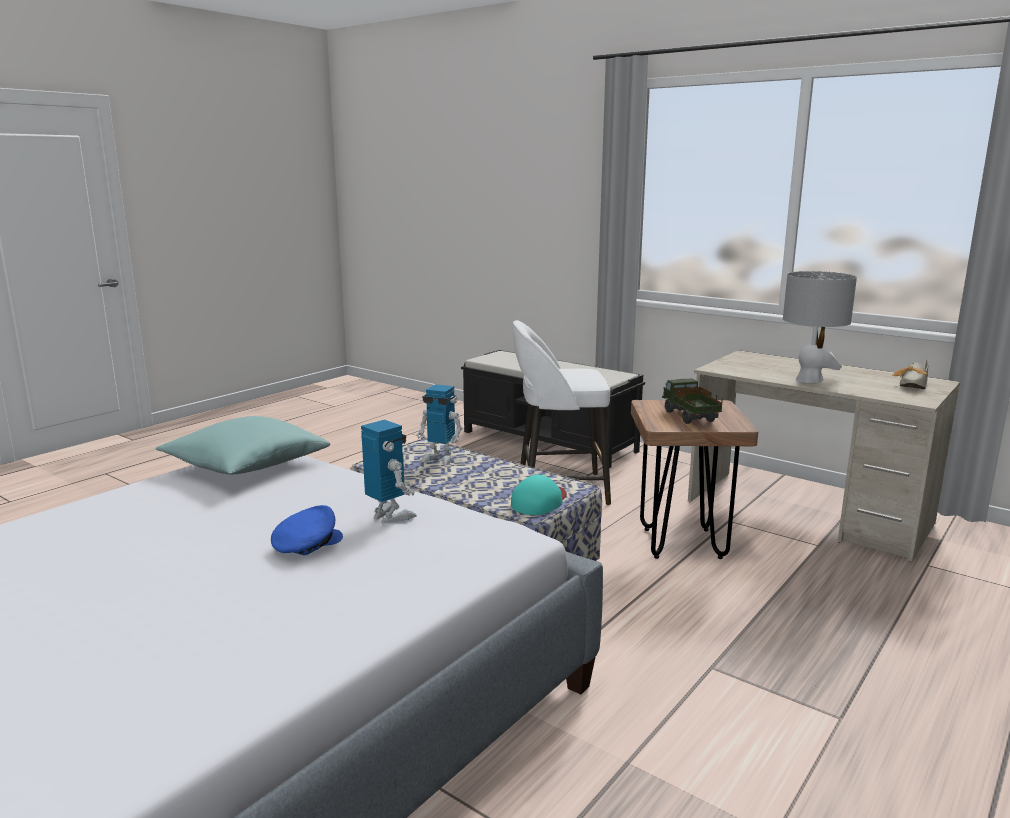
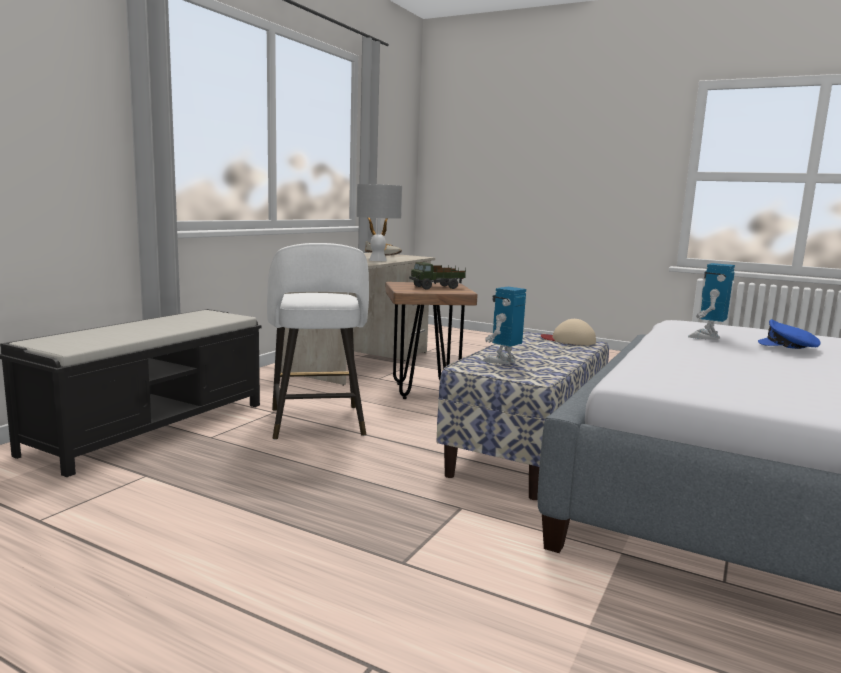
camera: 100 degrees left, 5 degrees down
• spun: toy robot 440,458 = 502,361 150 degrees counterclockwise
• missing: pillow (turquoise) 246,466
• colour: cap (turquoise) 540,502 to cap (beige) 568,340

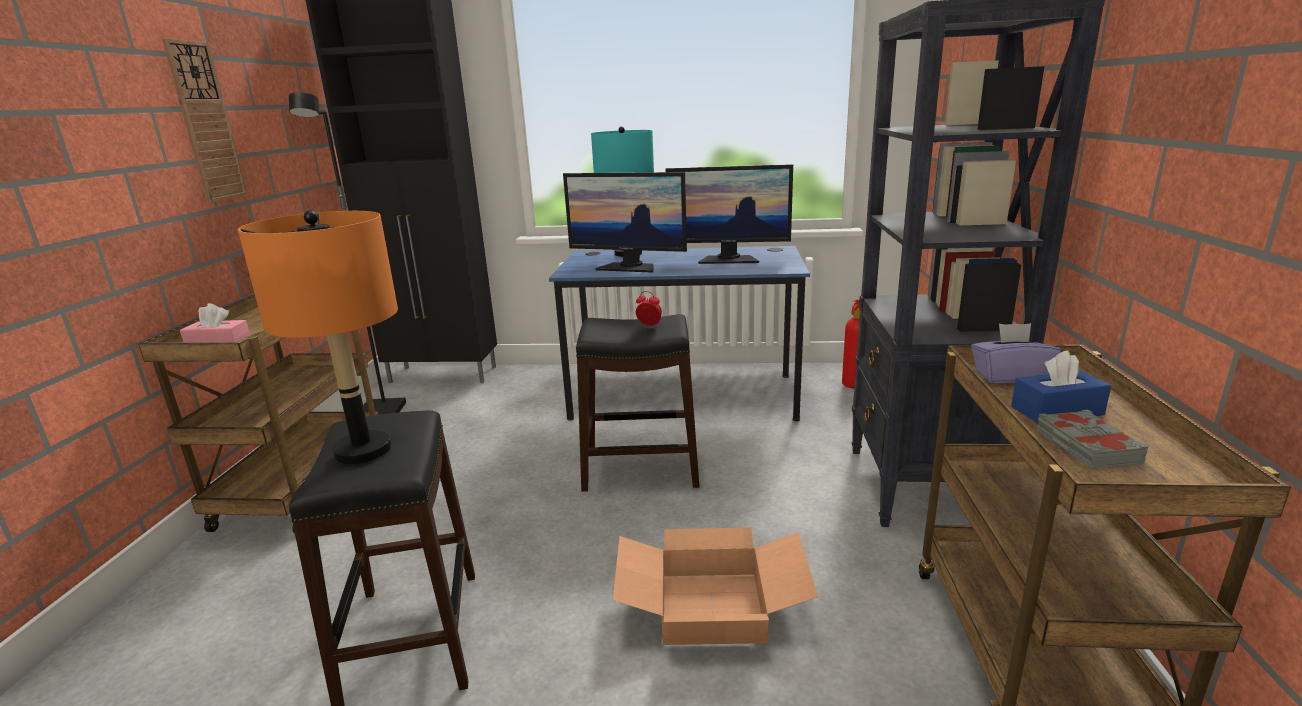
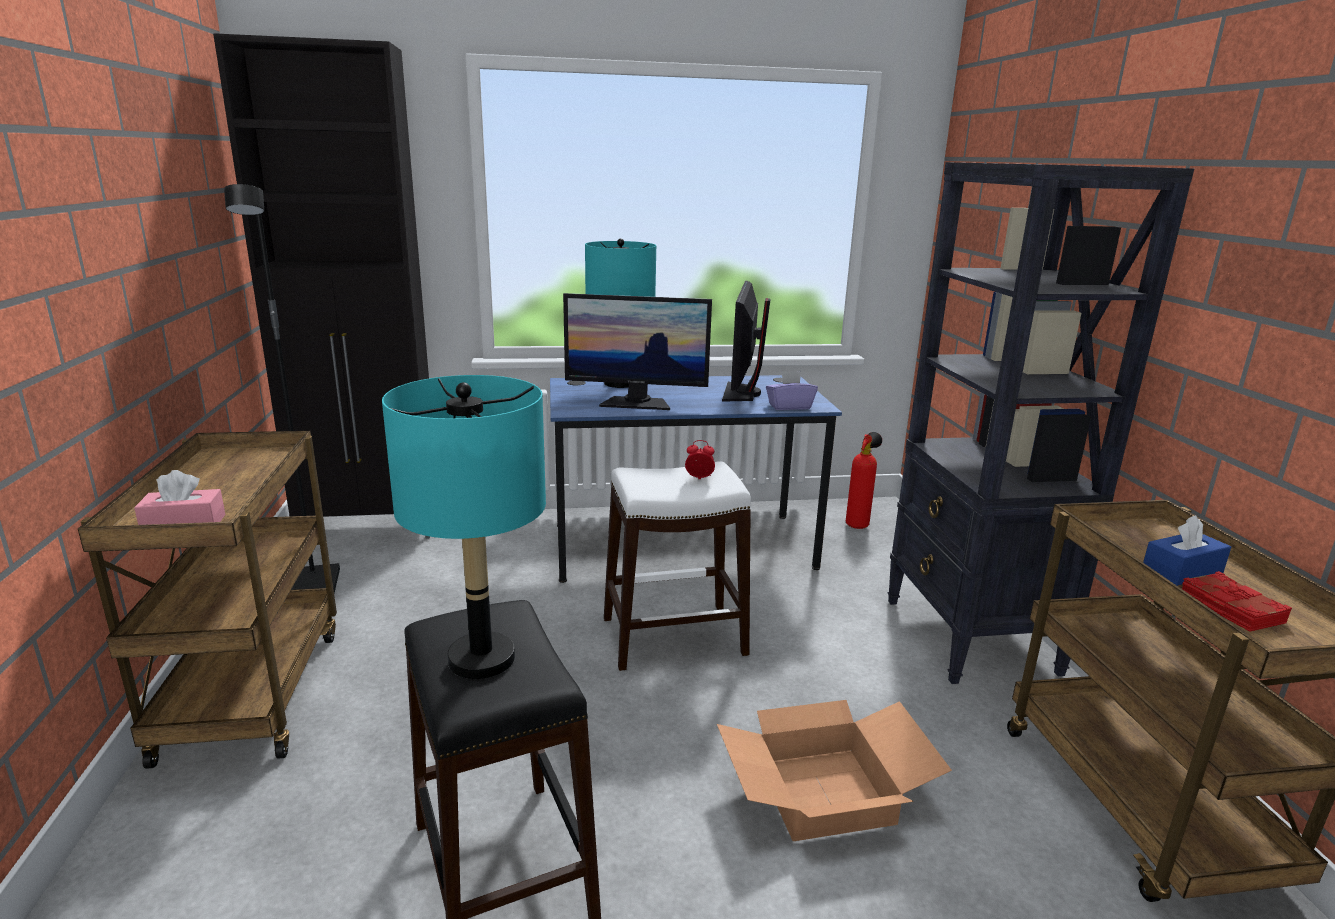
camera: 15 degrees left, 0 degrees up
• missing: wall clock 205,122
• spun: monitor 728,259 = 741,393 105 degrees clockwise
• colour: table lamp (orange) 363,450 to table lamp (turquoise) 482,659
• colour: stool (black) 641,468 to stool (white) 674,636
• relocated: tissue box (purple) 1009,376 to 789,406
• colour: book (grey) 1085,446 to book (red) 1230,608

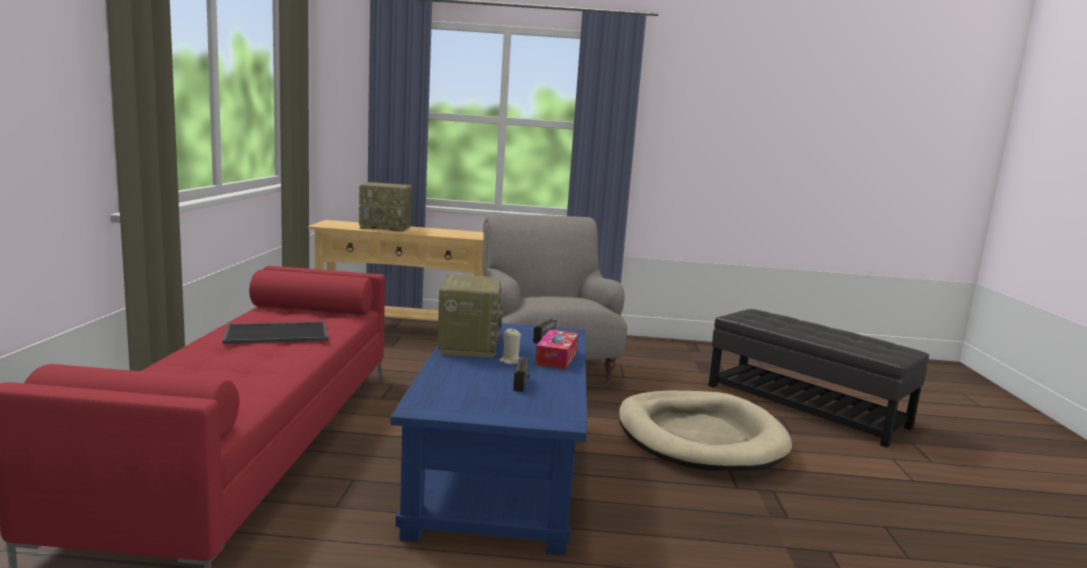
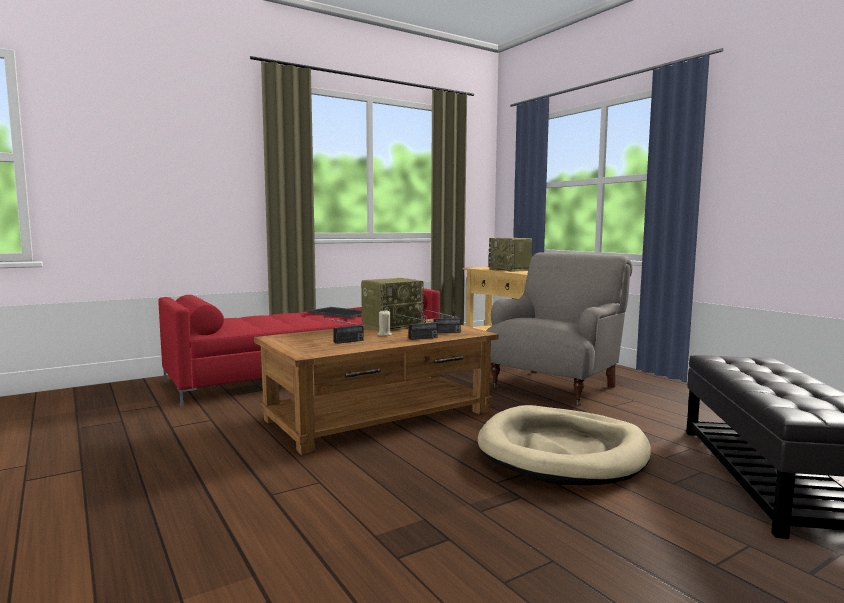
camera: 55 degrees right, 5 degrees down
• colour: coffee table (blue) 500,468 to coffee table (brown) 379,415
• exchanged: tissue box 556,358 to radio 416,338

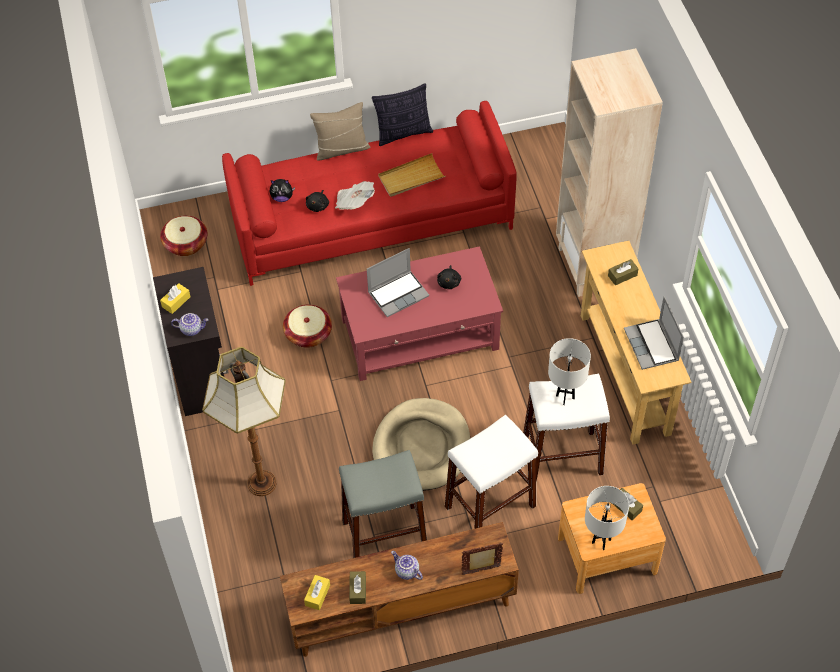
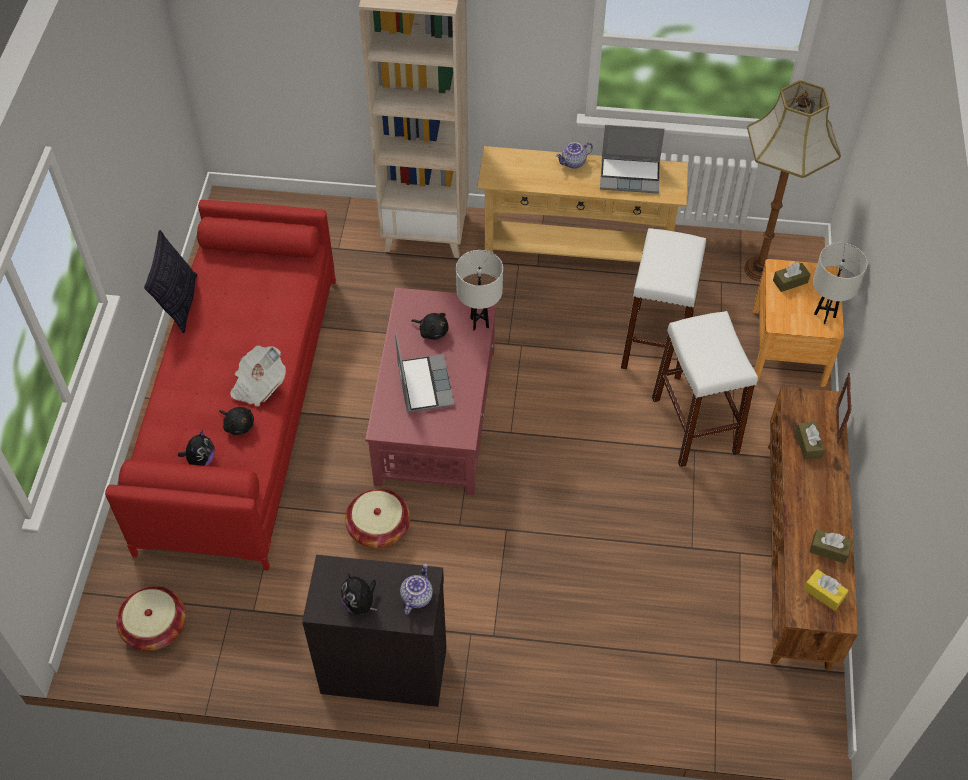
camera: 70 degrees left, 0 degrees up
• missing: pillow (beige) 341,149
• missing: tray (beige) 411,177
• relocated: tissue box (brown) 622,275 to 808,444
• exchanged: tissue box (yellow) 176,302 to plush toy 360,603
• relocated: table lamp (white) 565,397 to 479,323
• relocated: floor lamp 261,484 to 760,270
• missing: dog bed (beige) 422,447
• missing: stool (grey) 384,535
• relocated: teapot 406,571 to 573,163

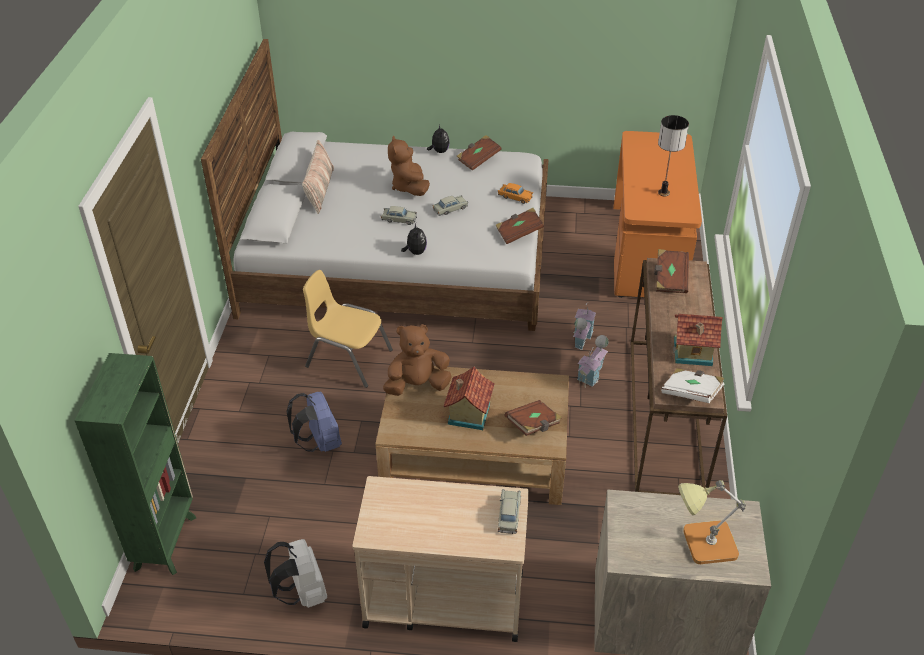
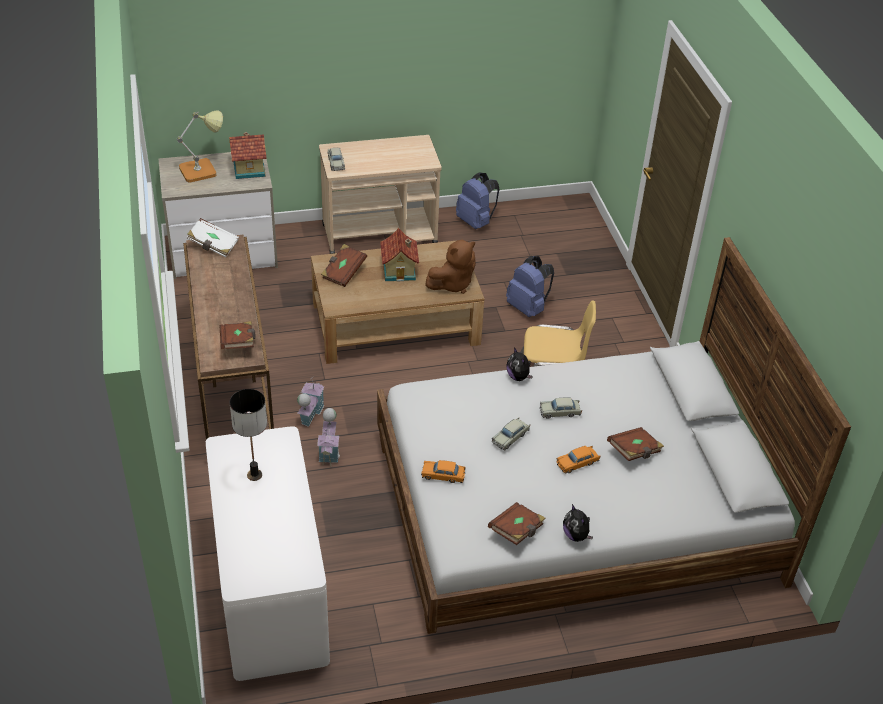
camera: 160 degrees right, 0 degrees up
• colour: desk (orange) 648,253 to desk (white) 269,589
• exchanged: plush toy (brown) 409,187 to toy car (orange) 577,463
• missing: pillow 319,190
• relocated: book (brown) 519,233 to 634,451
• relocated: toy house 693,353 to 249,169
• missing: bookcase (green) 166,541
• colour: backpack (white) 302,593 to backpack (blue) 476,222

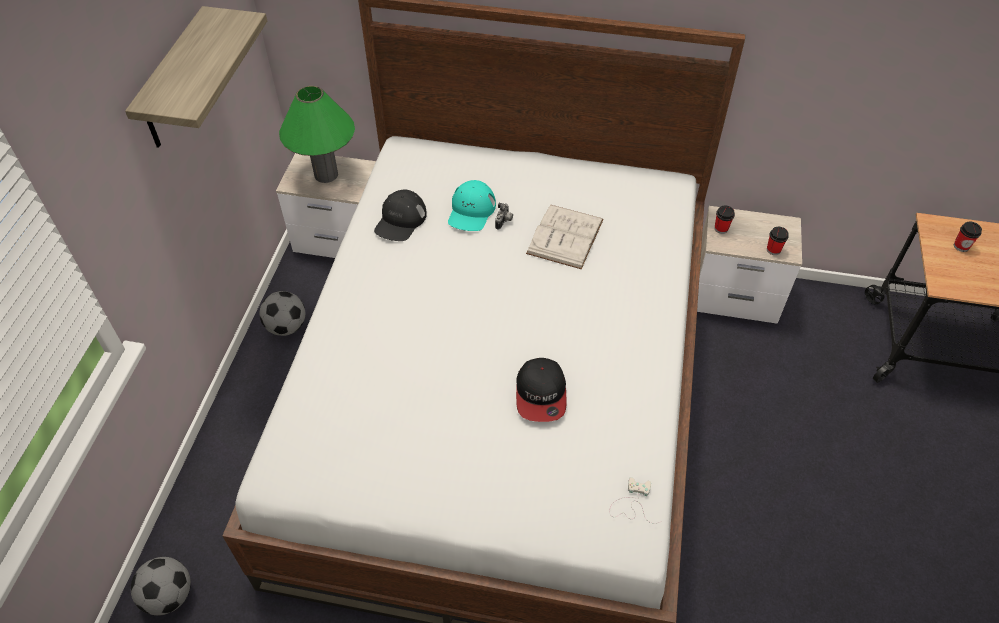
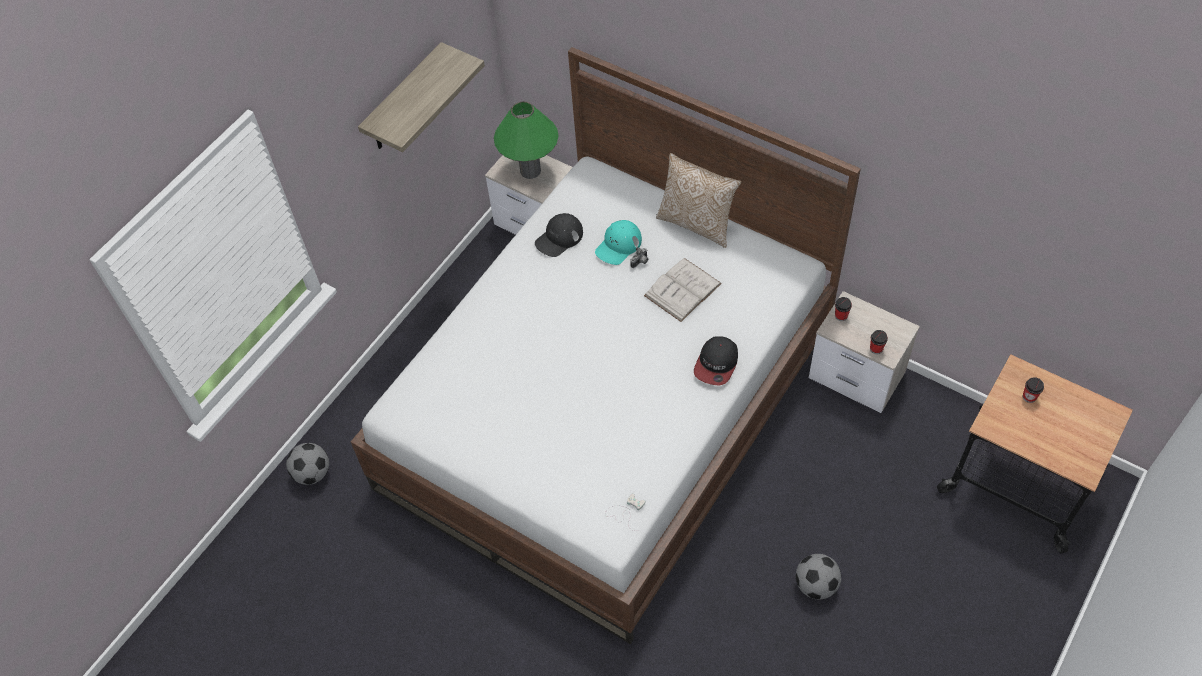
camera: 25 degrees right, 5 degrees up
• relocated: football 286,327 to 816,585
• relocated: cap 541,394 to 716,364
• appeared: pillow 697,223

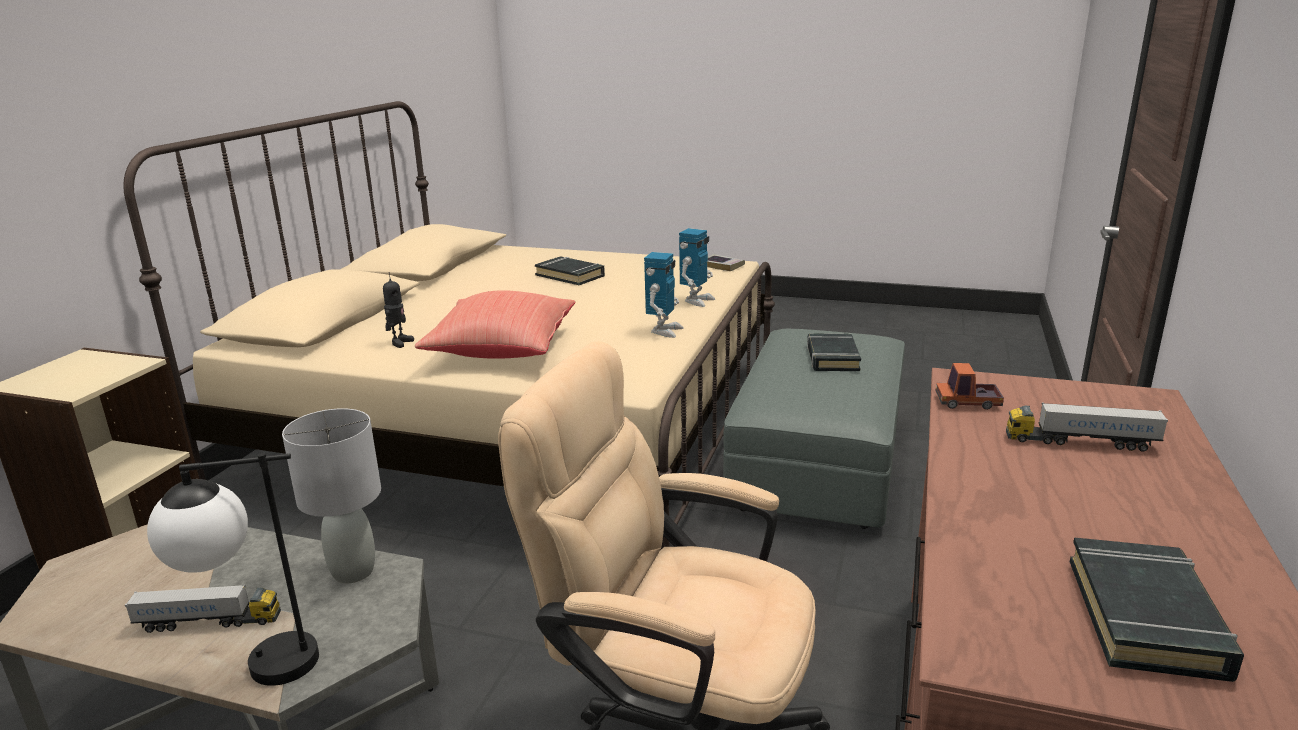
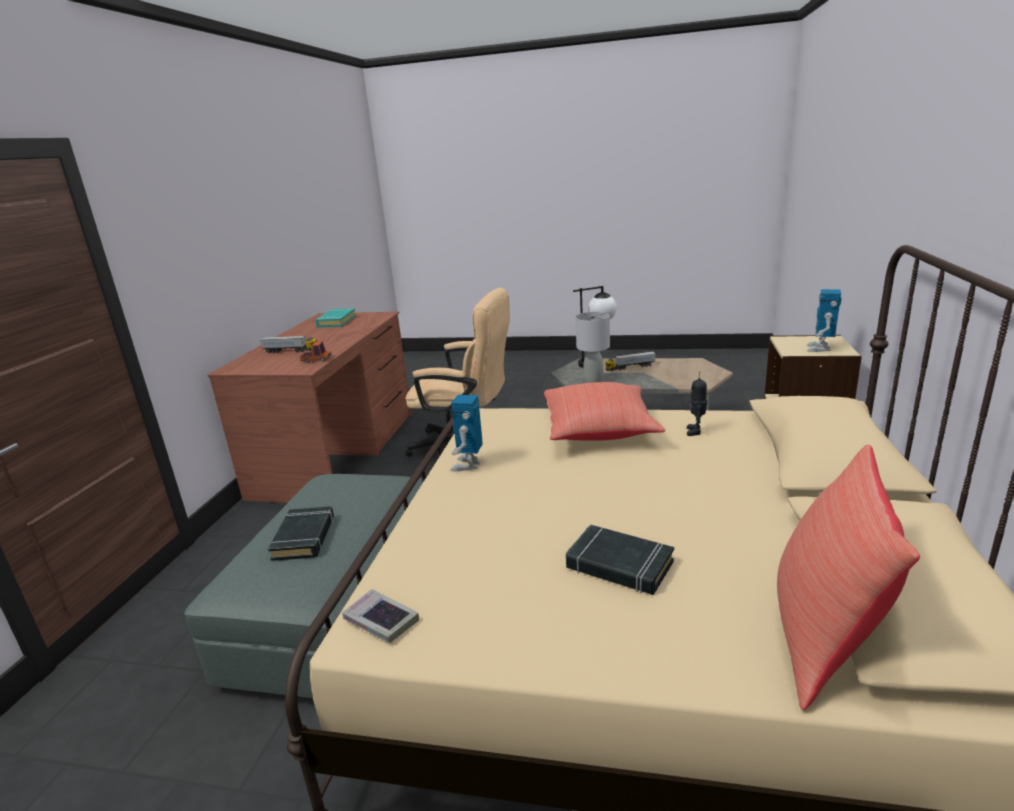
camera: 175 degrees right, 0 degrees up
• relocated: toy robot 696,301 to 820,349
• colour: book (black) 1146,617 to book (turquoise) 336,321
• appeared: pillow (red) 825,635

